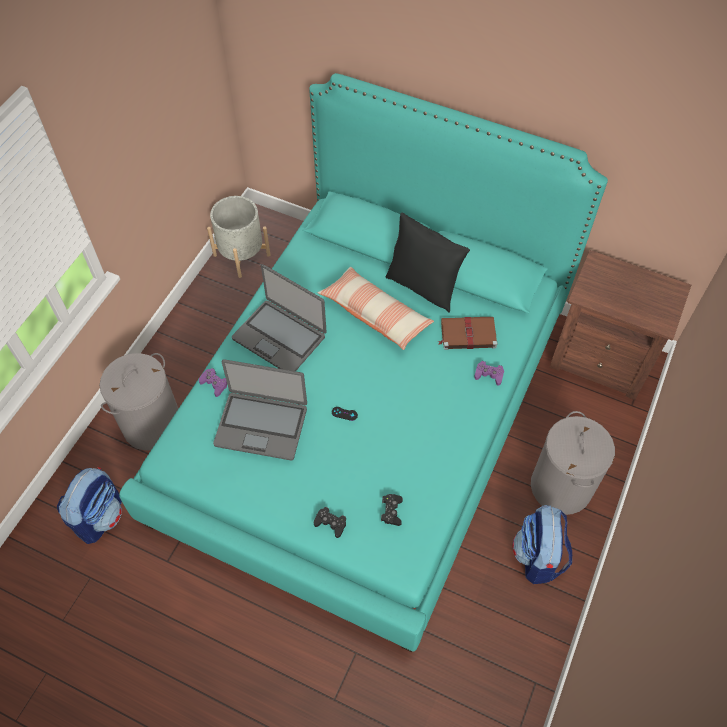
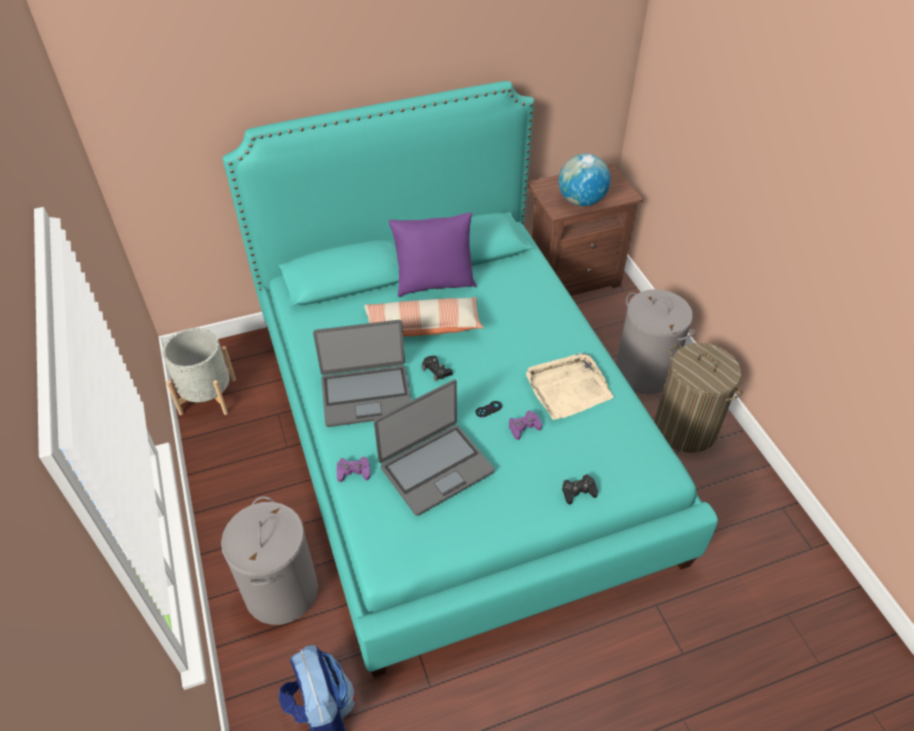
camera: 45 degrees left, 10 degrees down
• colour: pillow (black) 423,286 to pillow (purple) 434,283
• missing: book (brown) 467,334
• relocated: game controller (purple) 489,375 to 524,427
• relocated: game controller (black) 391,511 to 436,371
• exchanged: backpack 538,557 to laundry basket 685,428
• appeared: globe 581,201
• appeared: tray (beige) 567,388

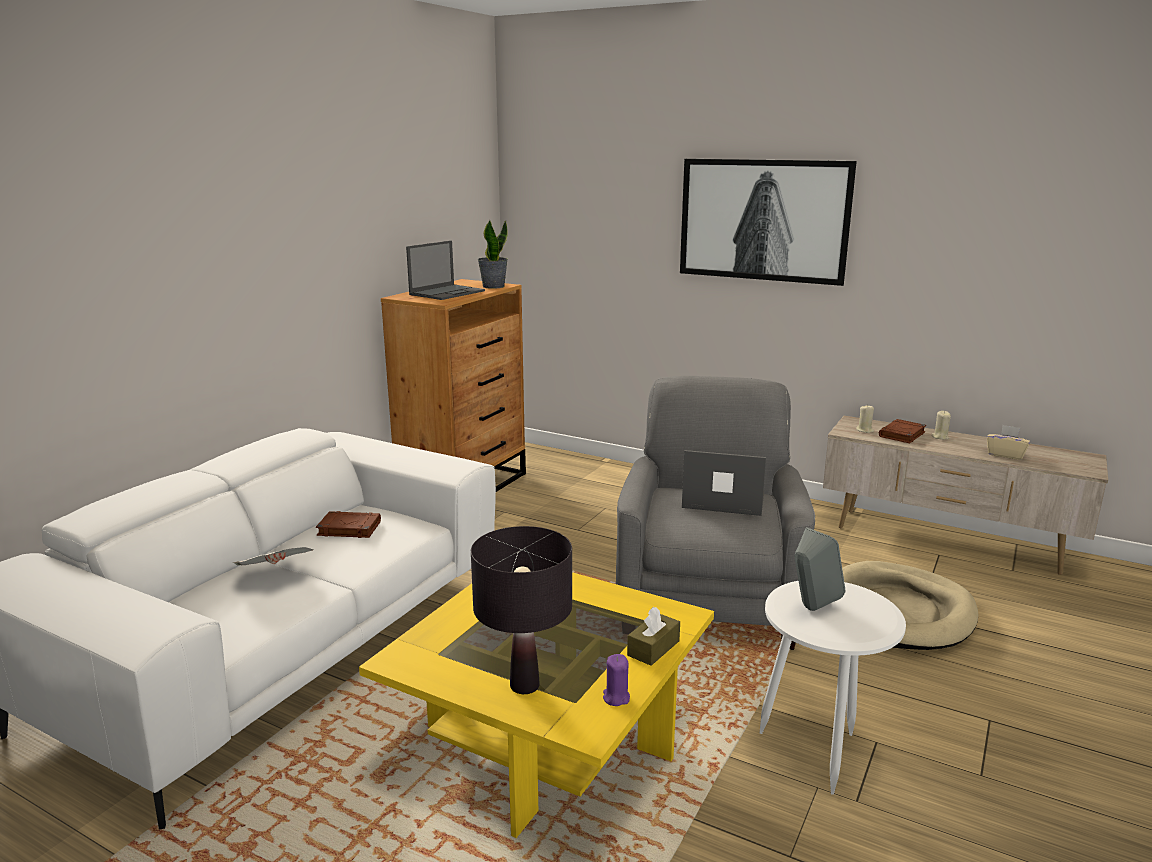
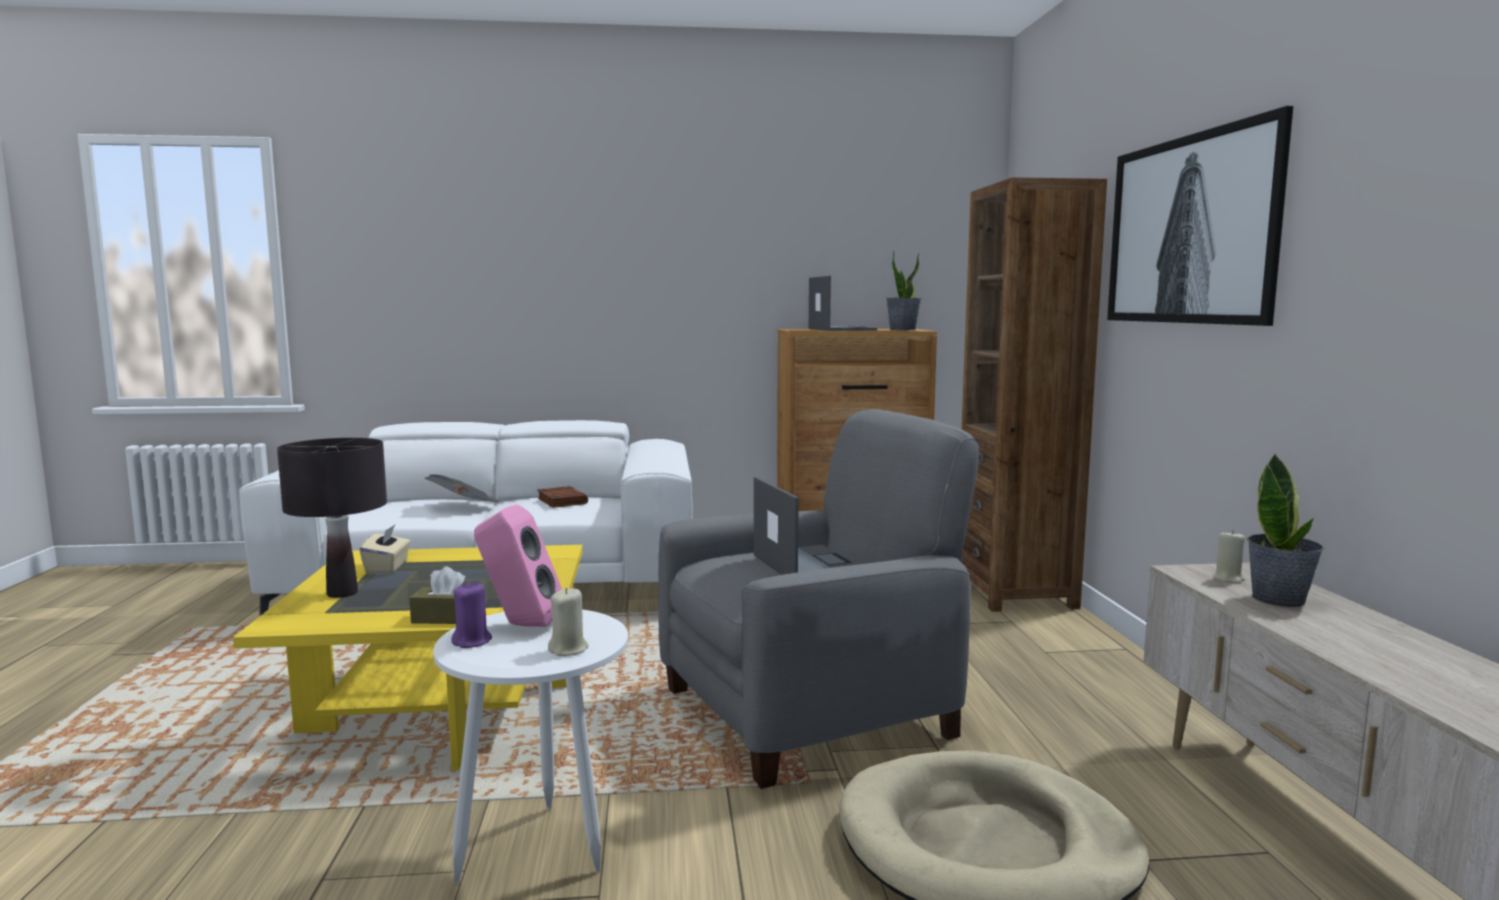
camera: 55 degrees right, 10 degrees down
• spun: laptop 447,292 = 840,329 105 degrees counterclockwise
• relocated: candle (beige) 940,437 to 568,649
• exchanged: book (brown) 902,435 to potted plant 1279,599
• relocated: tissue box (beige) 1005,454 to 387,568
• colour: speaker (grey) 811,609 to speaker (pink) 519,625
• relocated: candle (purple) 616,697 to 472,642
• appeared: bookcase (brown) 1015,592

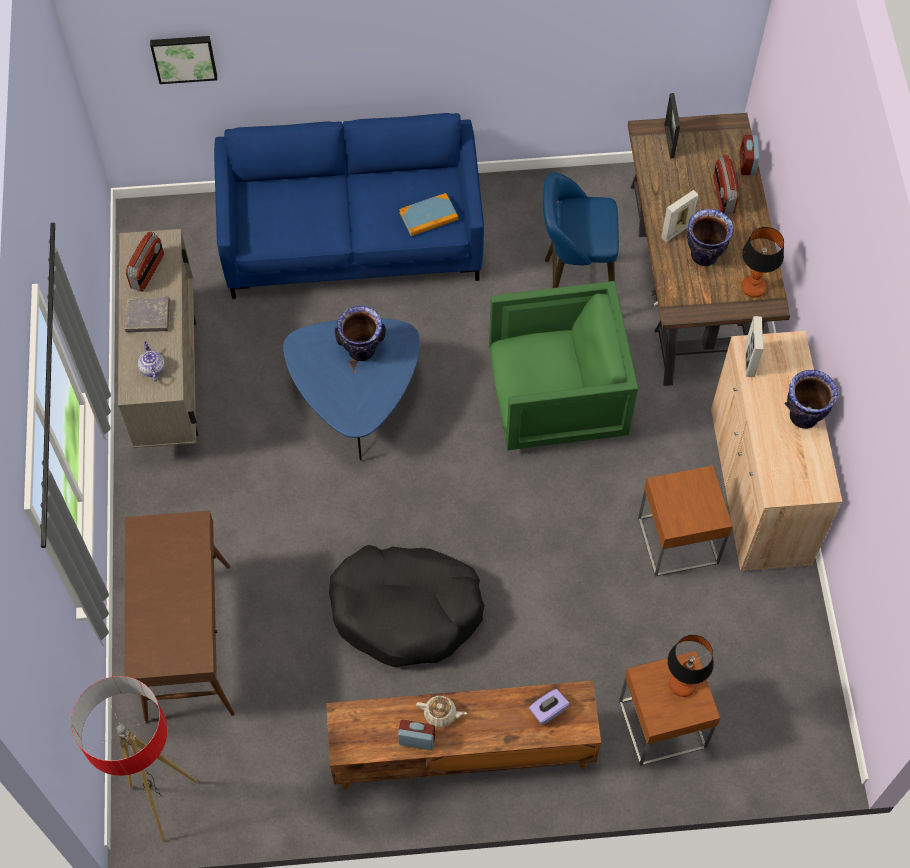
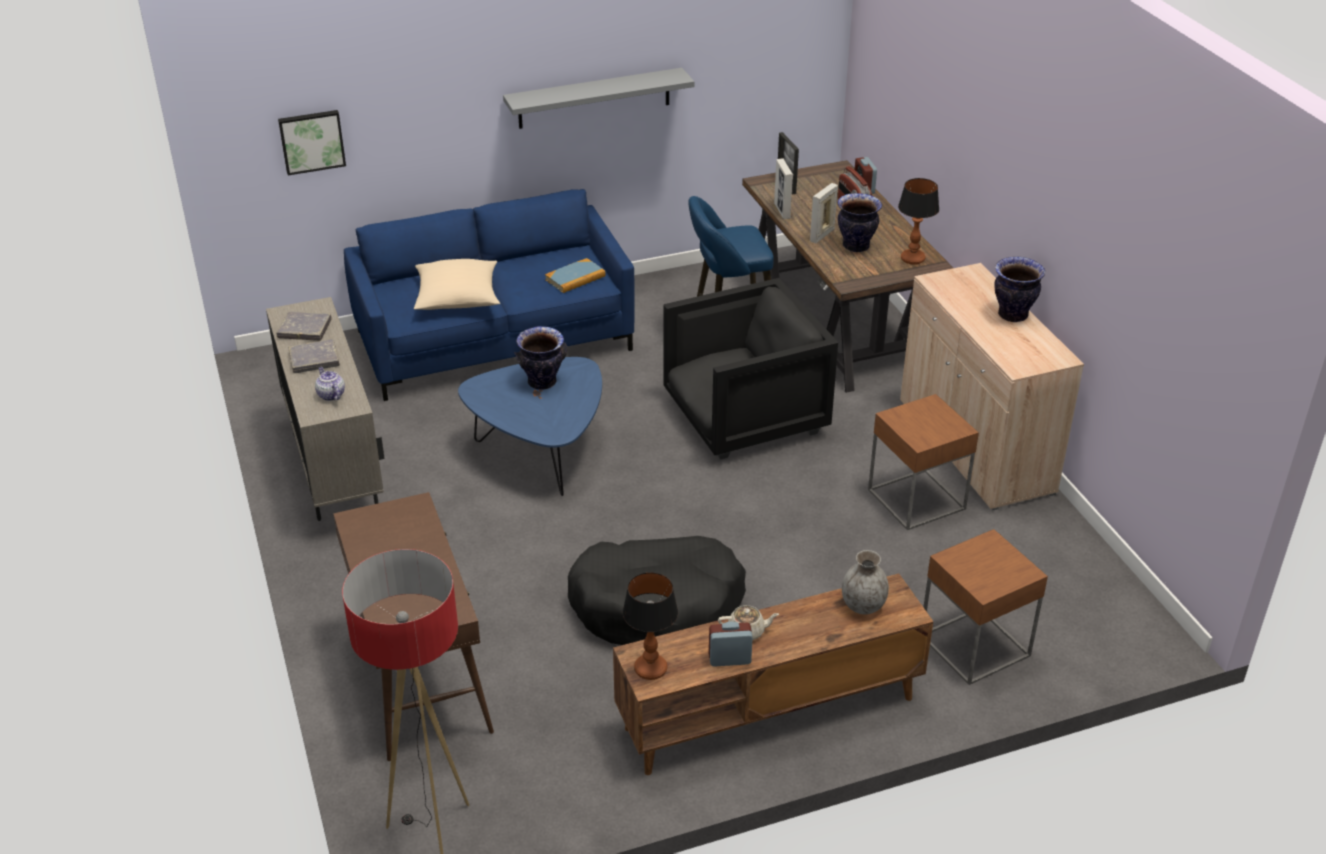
camera: 15 degrees left, 25 degrees down
• exchanged: radio 148,271 to book (grey) 304,329
• colour: armchair (green) 556,397 to armchair (black) 744,417
• relocated: picture frame 749,361 to 782,211
• relocated: table lamp 682,684 to 650,669
• exchanged: tissue box (purple) 548,710 to vase (grey) 863,606
• appeared: shelf (grey) 594,98
• appeared: pillow (beige) 457,298

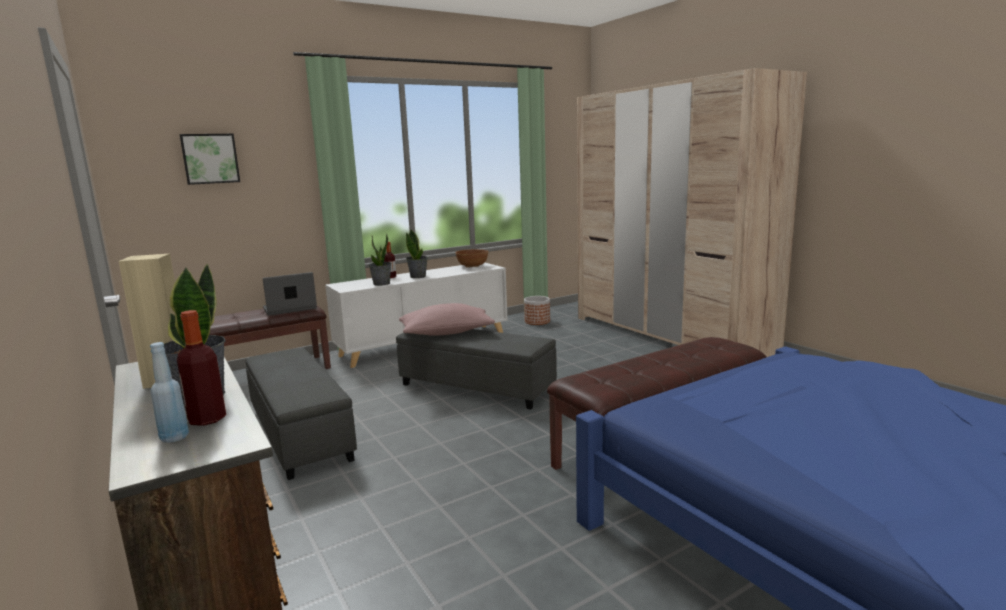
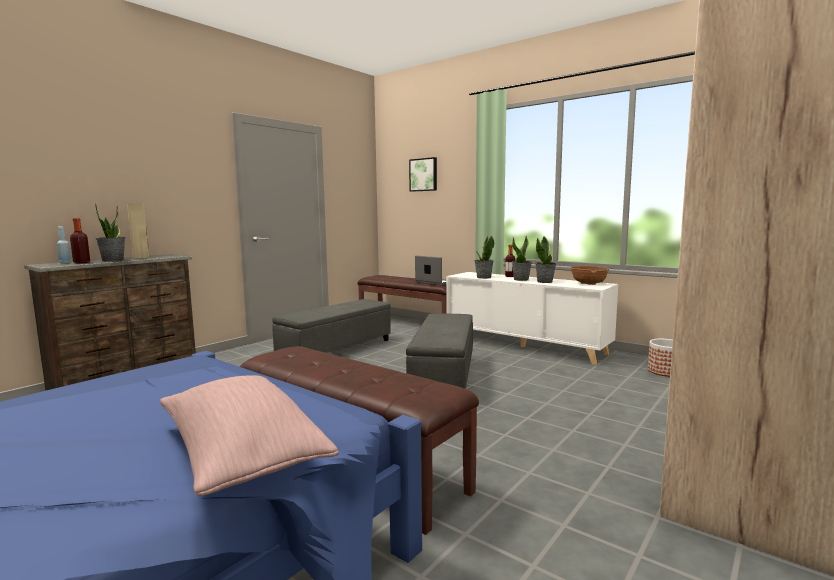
camera: 70 degrees right, 5 degrees down
• relocated: pillow (pink) 447,333 to 241,454
• appeared: potted plant 545,282

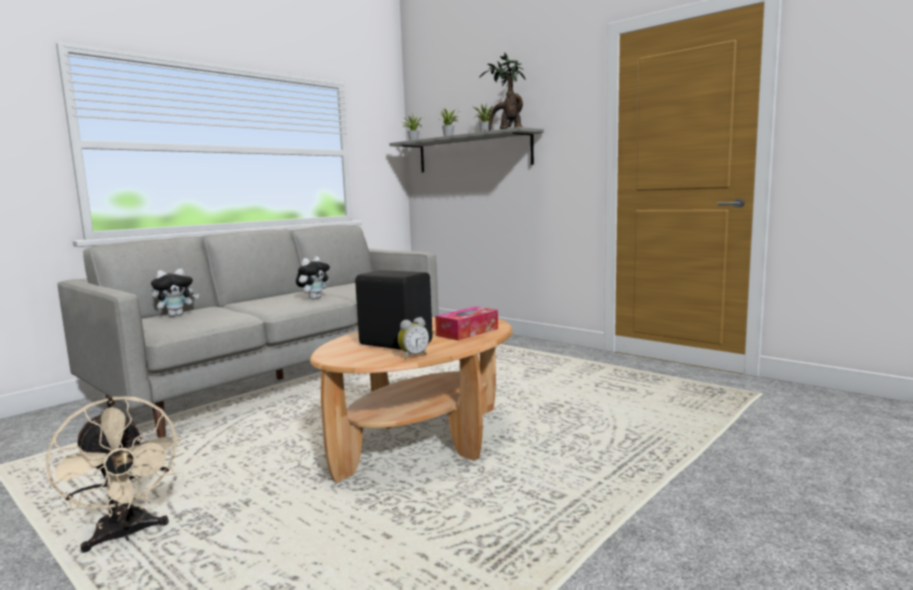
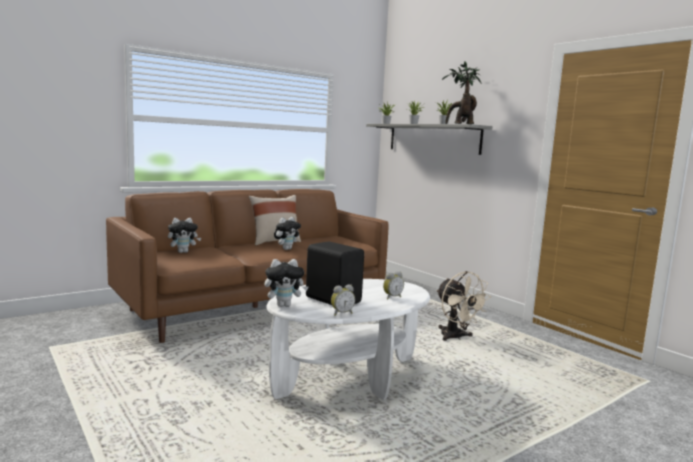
camera: 10 degrees right, 0 degrees up
• colour: sofa (grey) 281,378 to sofa (brown) 256,307
• exchanged: tissue box 467,332 to alarm clock 392,297
• colour: coffee table (brown) 423,442 to coffee table (white) 348,377
• relocated: fan (beige) 125,535 to 455,337
• appeared: pillow (beige) 274,242
• appeared: plush toy 284,305

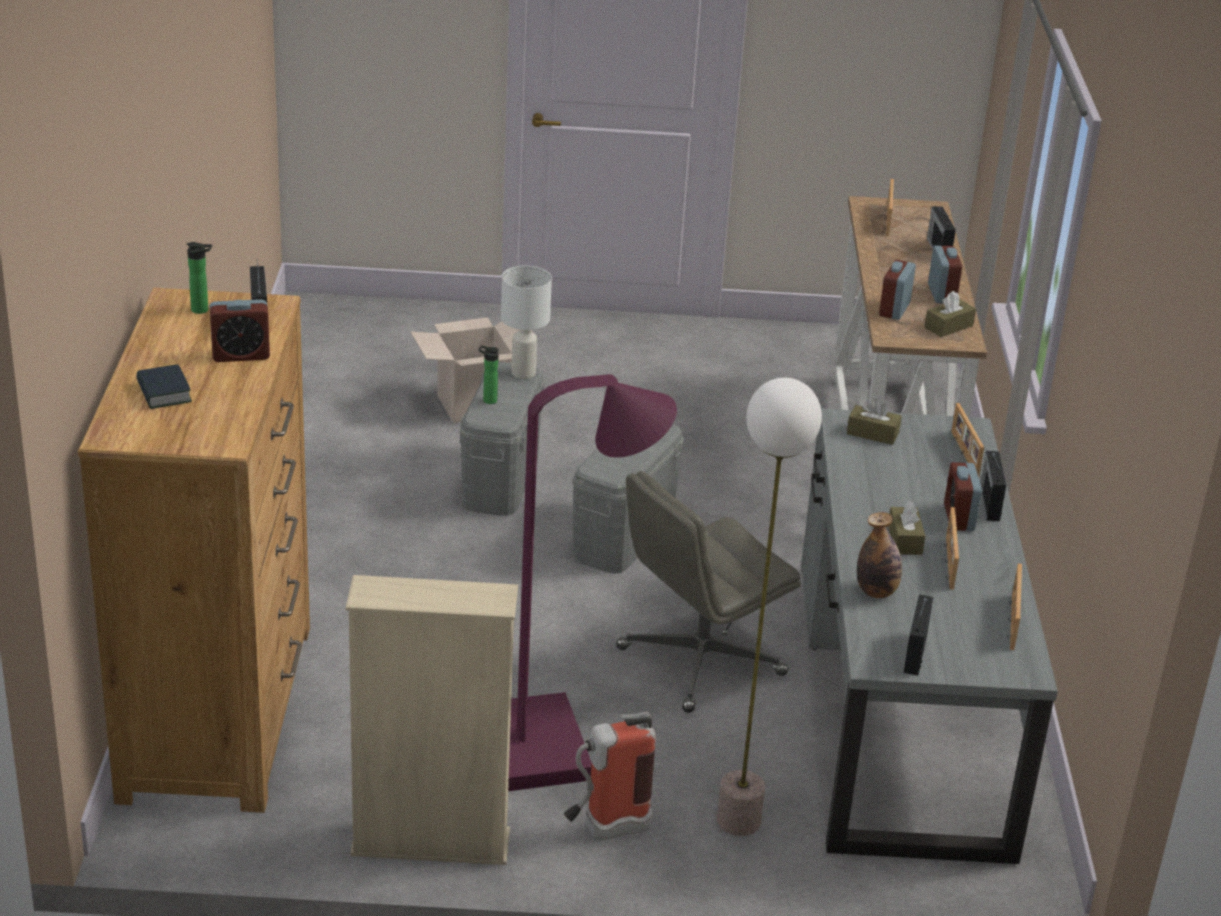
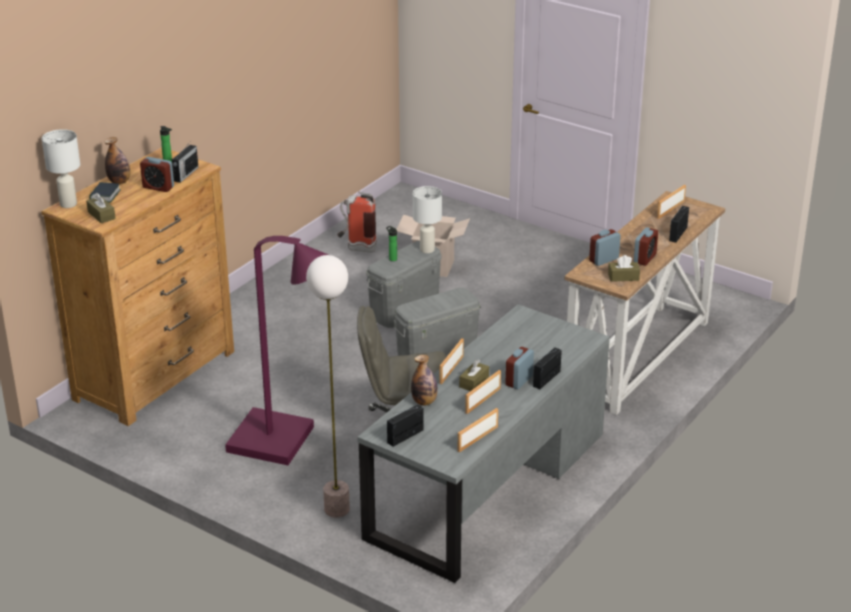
camera: 35 degrees right, 0 degrees up
• relocated: tissue box (brown) 872,433 to 101,215
• relocated: picture frame 963,453 to 450,369
• missing: bookcase (beige) 430,843
• relocated: fire extinguisher 605,831 to 356,248
• appeared: table lamp (white) 69,204
• appeared: bottle 119,182

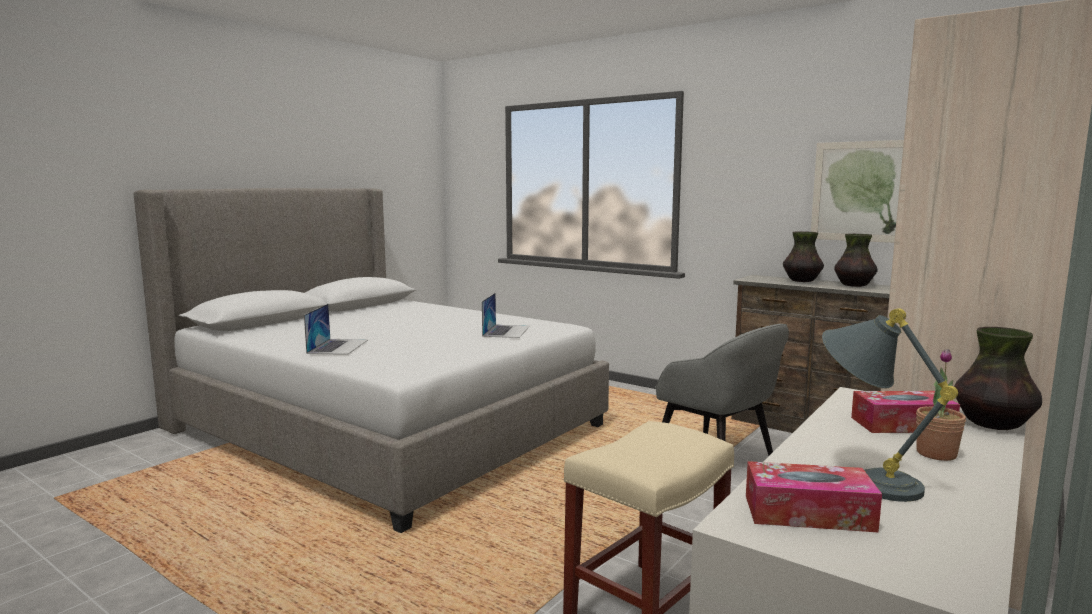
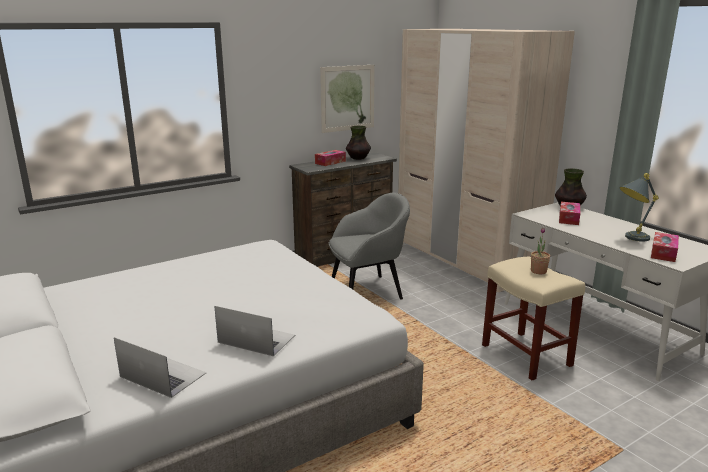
camera: 70 degrees left, 10 degrees up
• exchanged: vase 801,281 to tissue box 330,162
• relocated: laptop 506,331 to 162,375
• relocated: potted plant 936,454 to 538,271

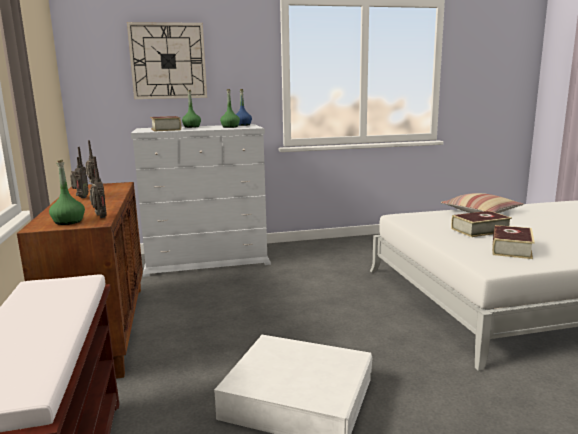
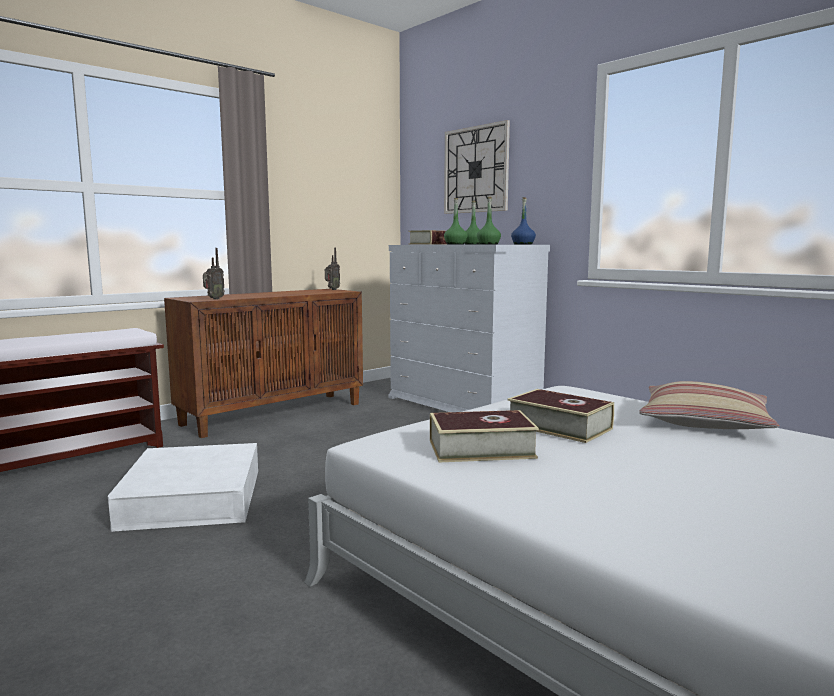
camera: 60 degrees right, 5 degrees down
• missing: radio 81,198
• relocated: bottle (green) 68,222 to 455,244

